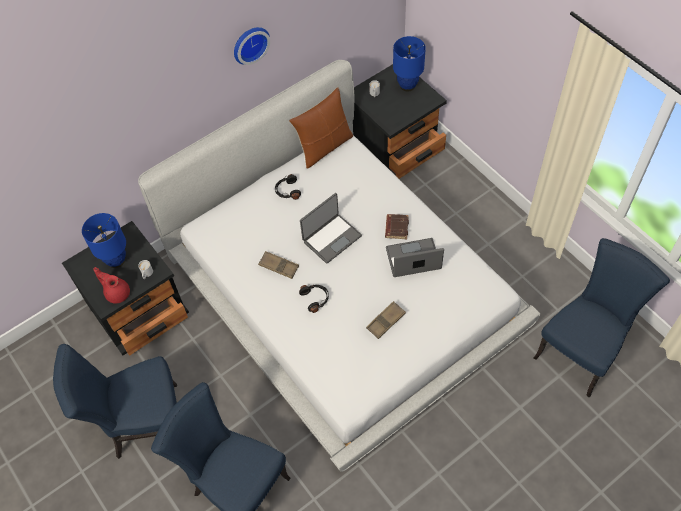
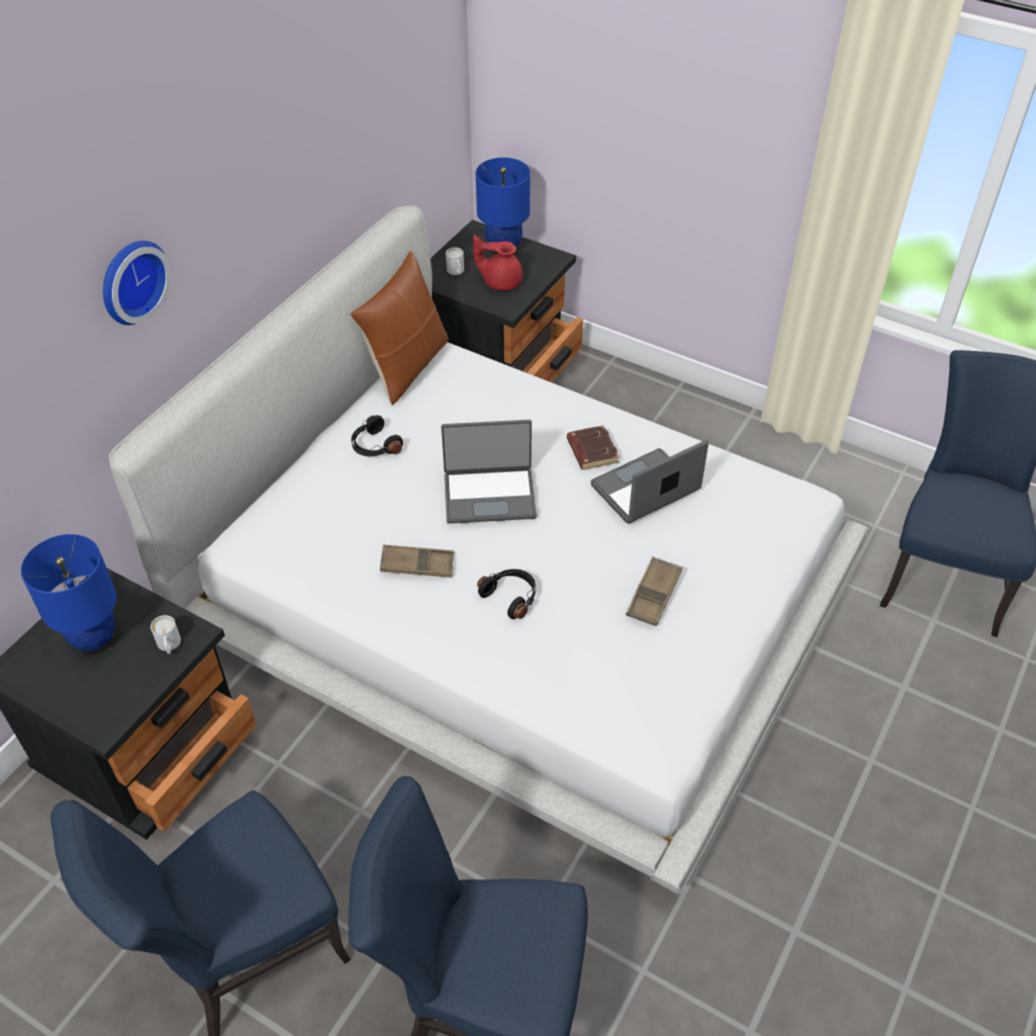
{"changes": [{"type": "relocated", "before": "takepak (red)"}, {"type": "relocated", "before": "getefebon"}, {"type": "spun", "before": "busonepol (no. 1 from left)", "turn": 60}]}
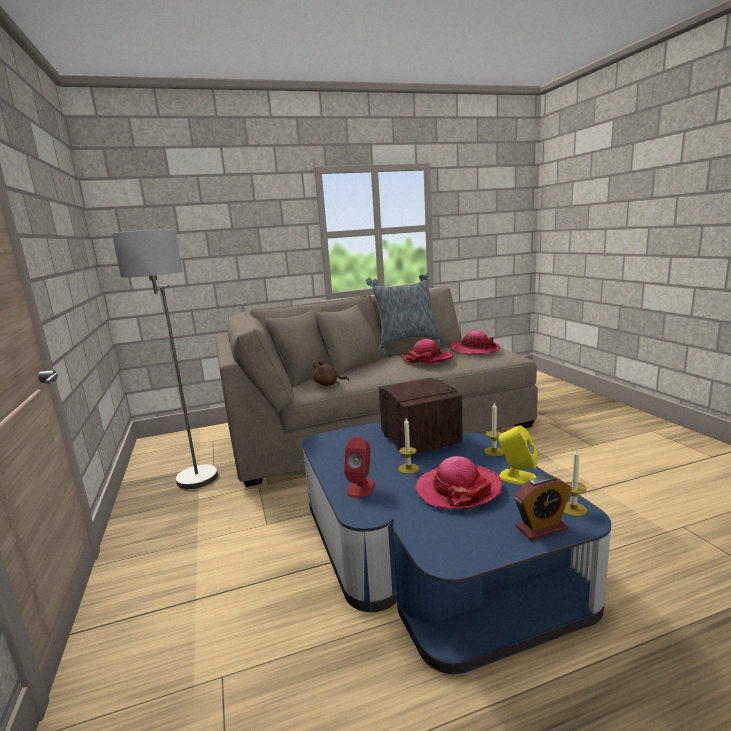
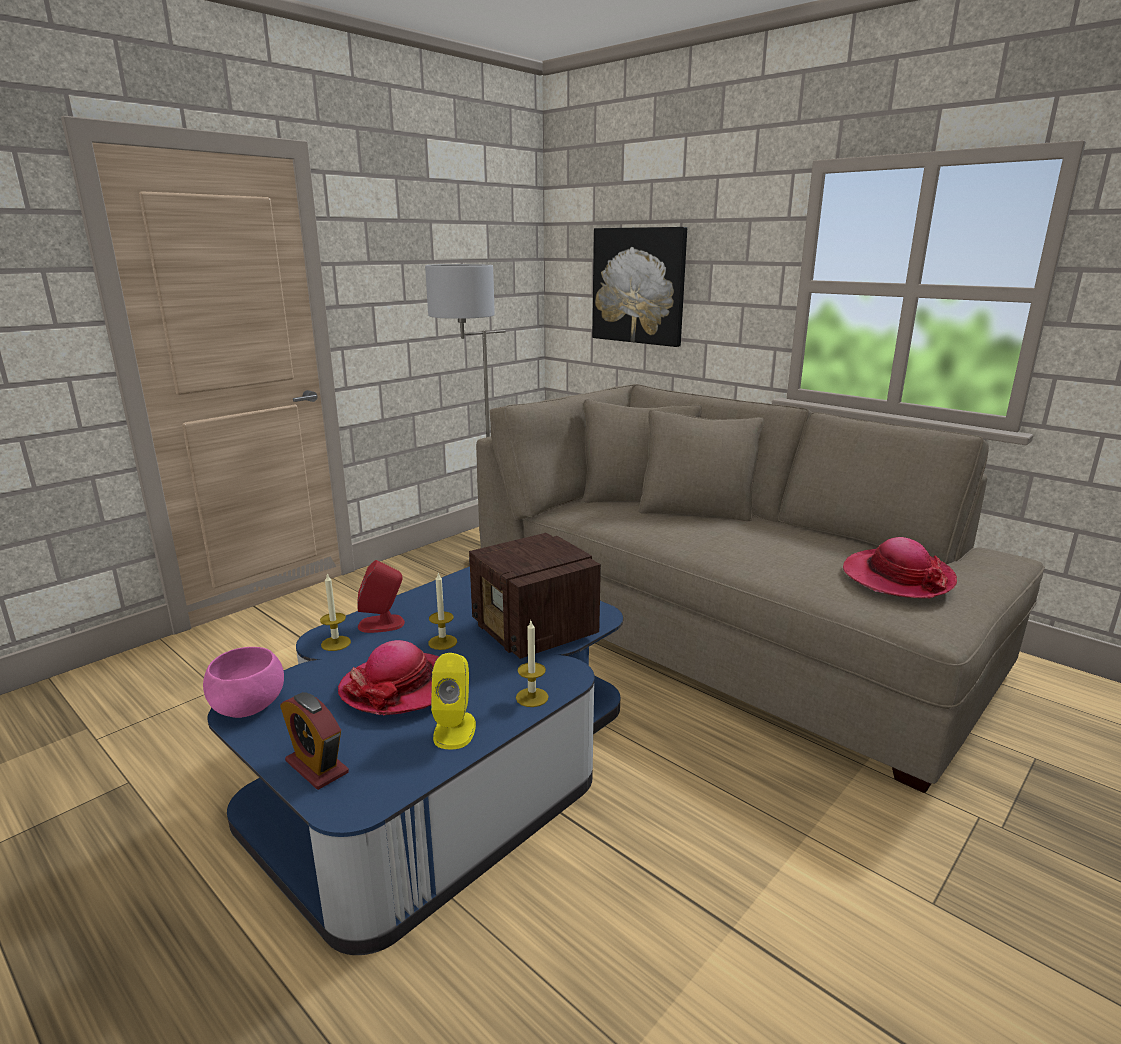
{"changes": [{"type": "missing", "before": "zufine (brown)"}, {"type": "missing", "before": "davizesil"}, {"type": "missing", "before": "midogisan (no. 1 from left)"}, {"type": "appeared", "after": "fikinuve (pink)"}, {"type": "appeared", "after": "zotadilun"}, {"type": "relocated", "before": "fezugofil (no. 3 from left in the first image)", "after": "fezugofil (no. 1 from left)"}, {"type": "spun", "before": "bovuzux", "turn": 105}]}
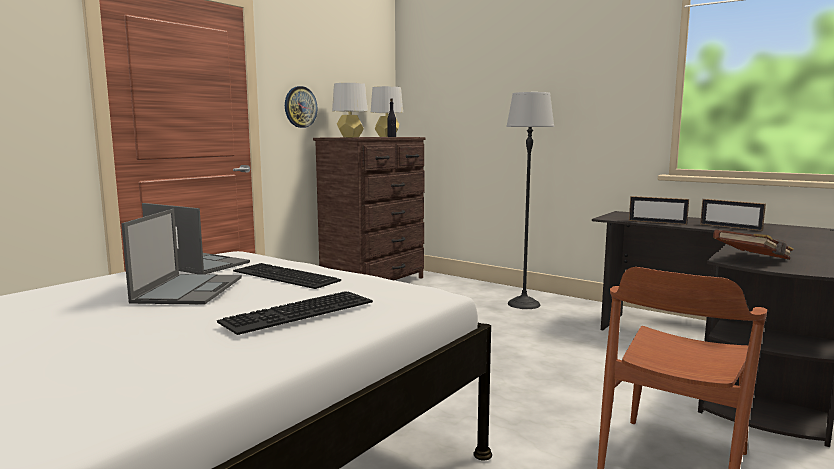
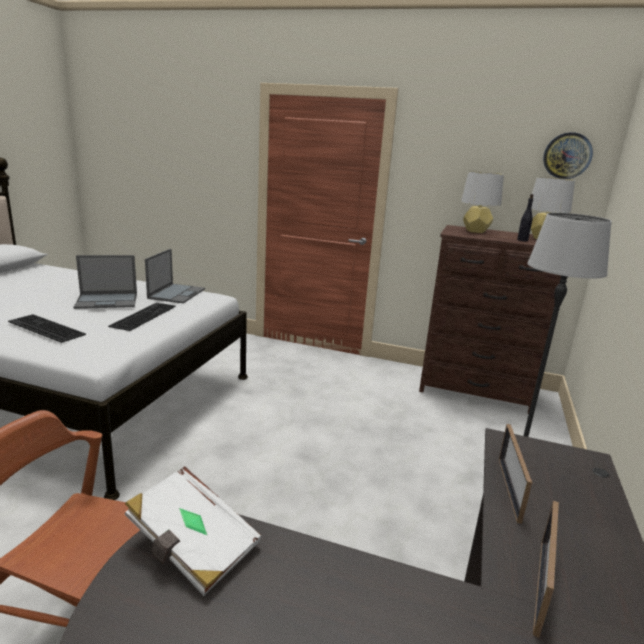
{"changes": [{"type": "relocated", "before": "getefebon"}, {"type": "colour", "before": "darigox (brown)", "after": "darigox (white)"}]}
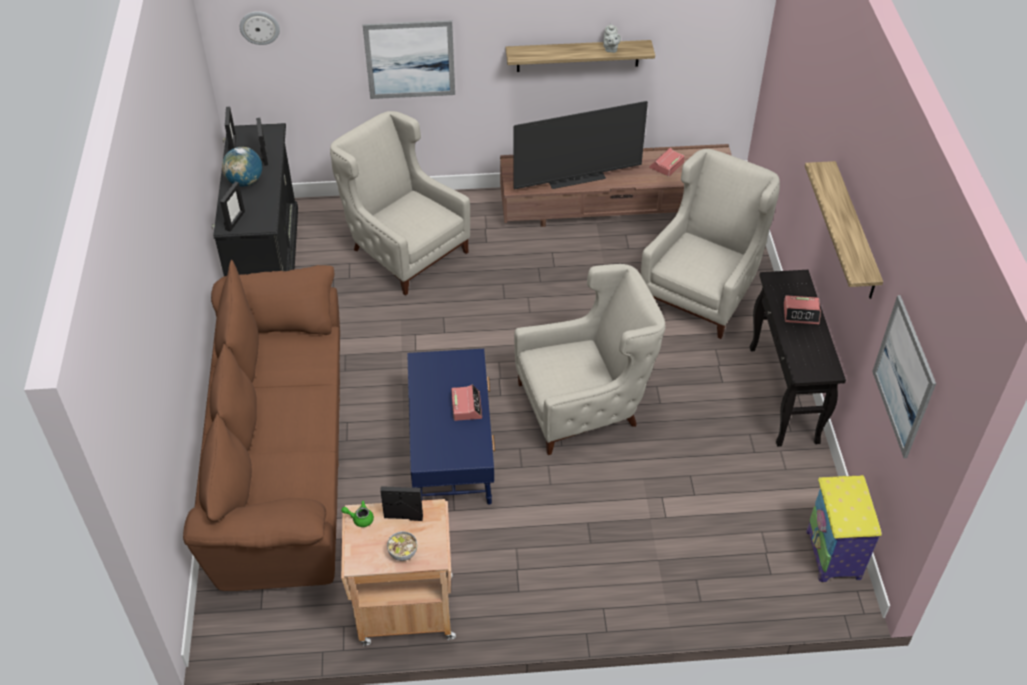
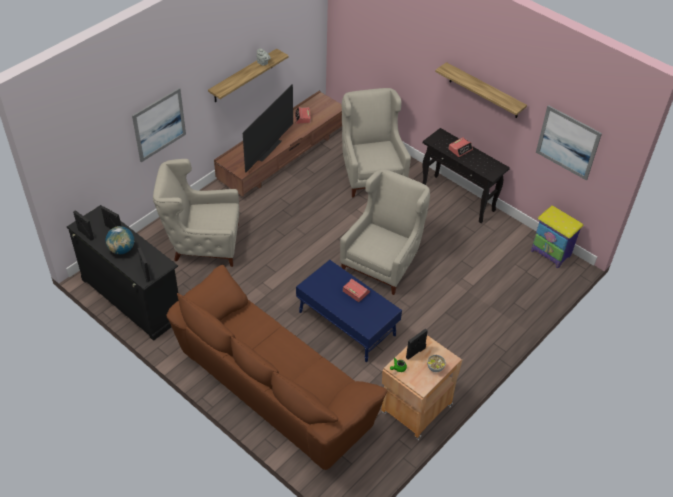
{"changes": [{"type": "missing", "before": "getefebon"}]}
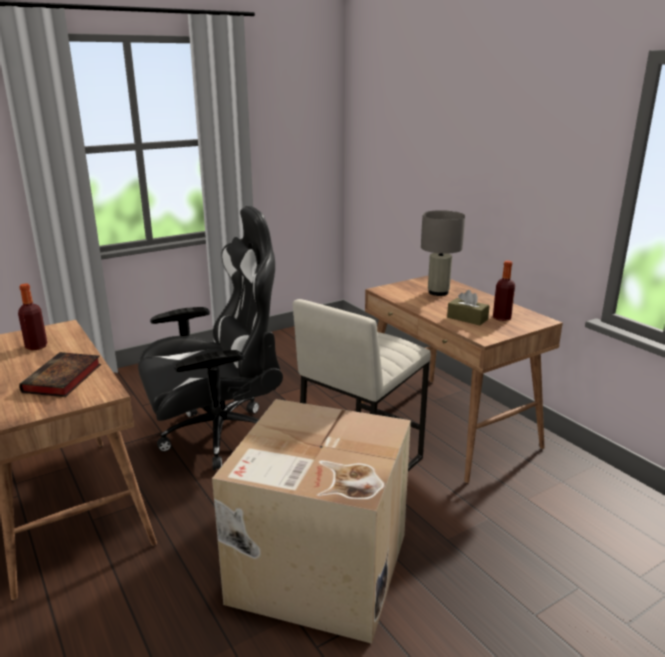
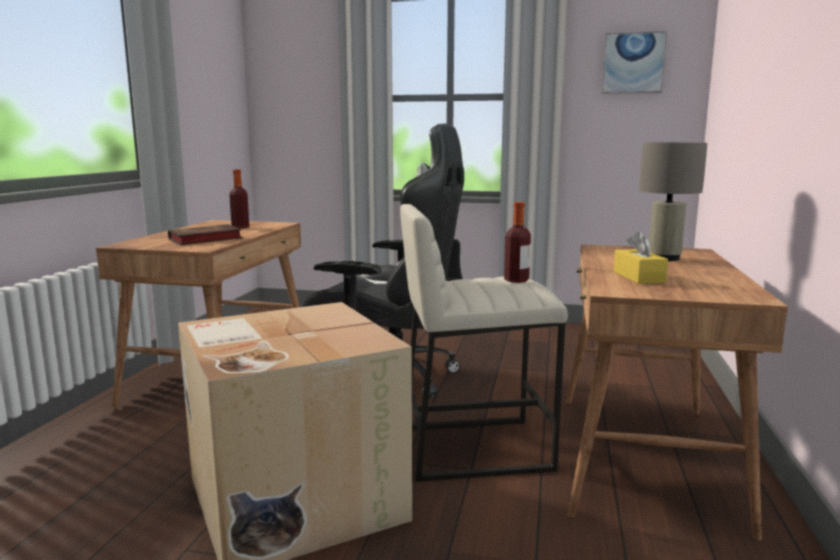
{"changes": [{"type": "appeared", "after": "zotadilun"}, {"type": "relocated", "before": "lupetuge (no. 2 from left)"}, {"type": "colour", "before": "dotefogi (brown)", "after": "dotefogi (yellow)"}]}
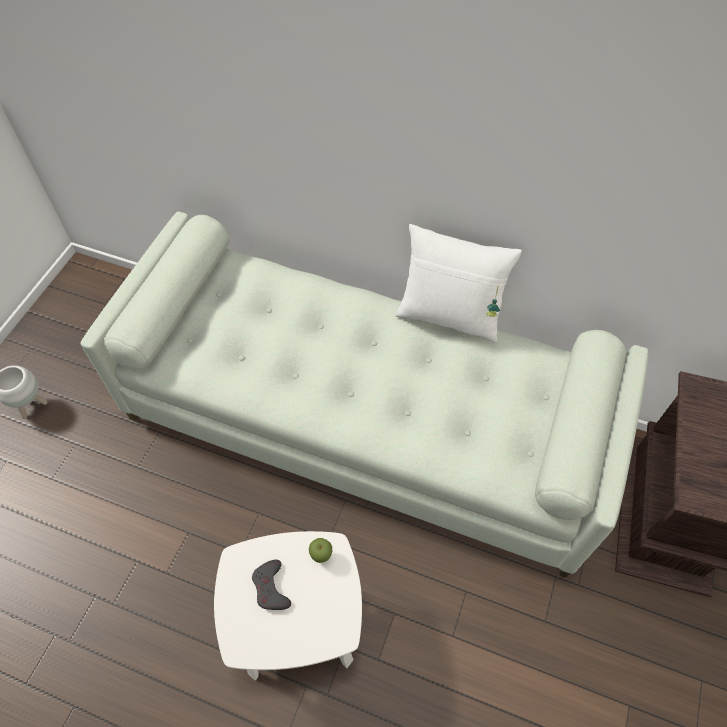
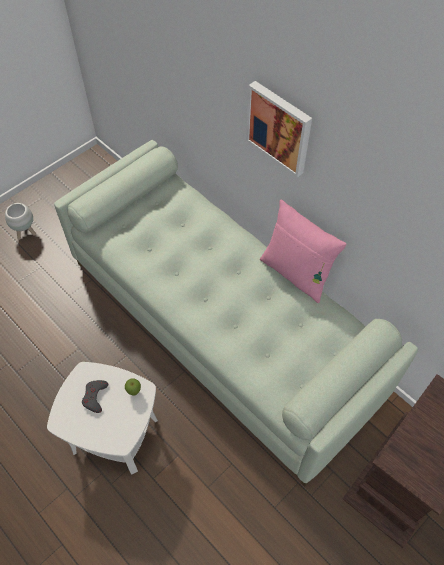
{"changes": [{"type": "appeared", "after": "zotadilun"}, {"type": "colour", "before": "davizesil (white)", "after": "davizesil (pink)"}]}
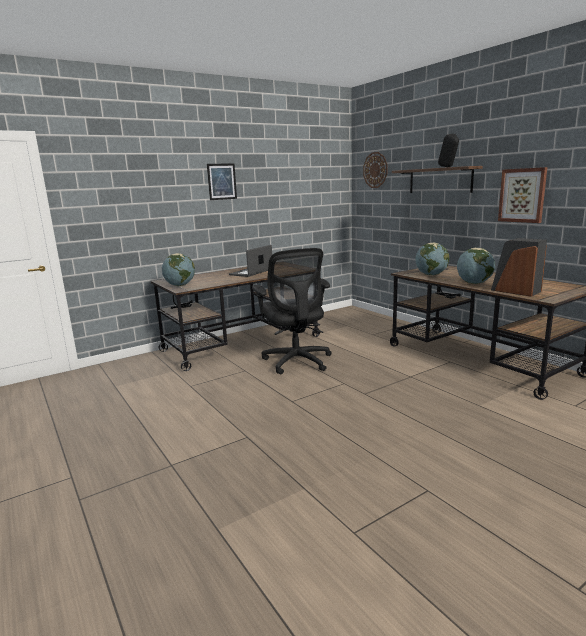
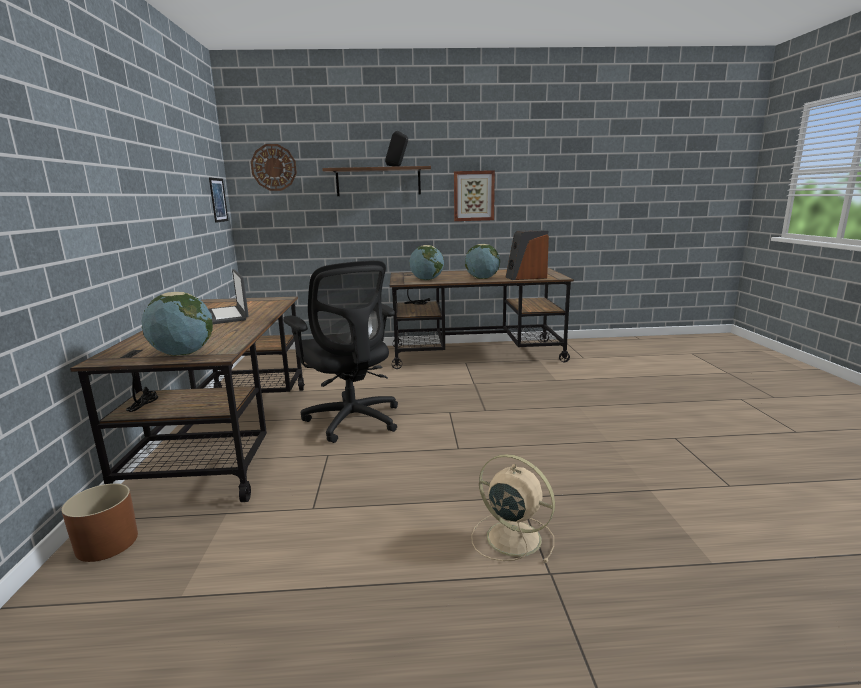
{"changes": [{"type": "appeared", "after": "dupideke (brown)"}, {"type": "appeared", "after": "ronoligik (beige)"}, {"type": "relocated", "before": "zotadilun (no. 1 from left)"}, {"type": "spun", "before": "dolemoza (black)", "turn": 45}]}
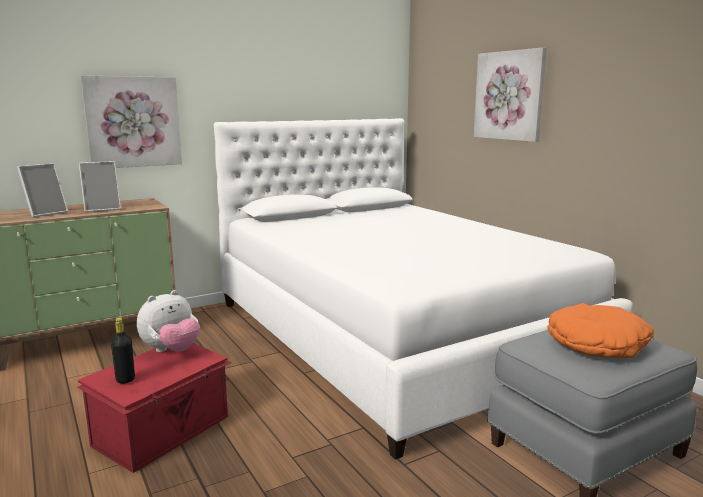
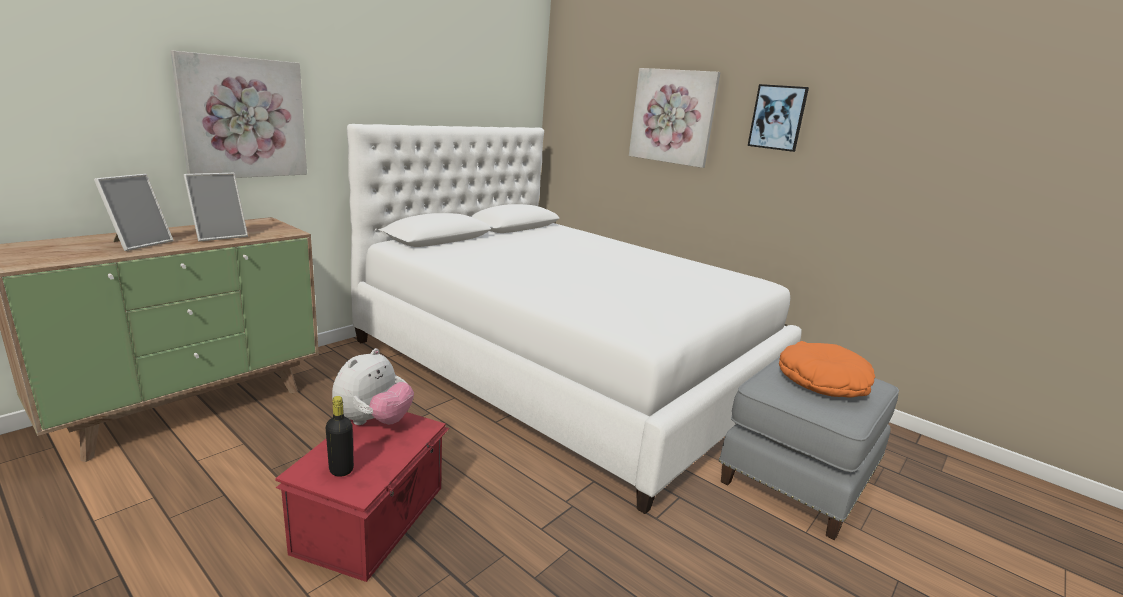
{"changes": [{"type": "appeared", "after": "zotadilun (no. 3 from left)"}]}
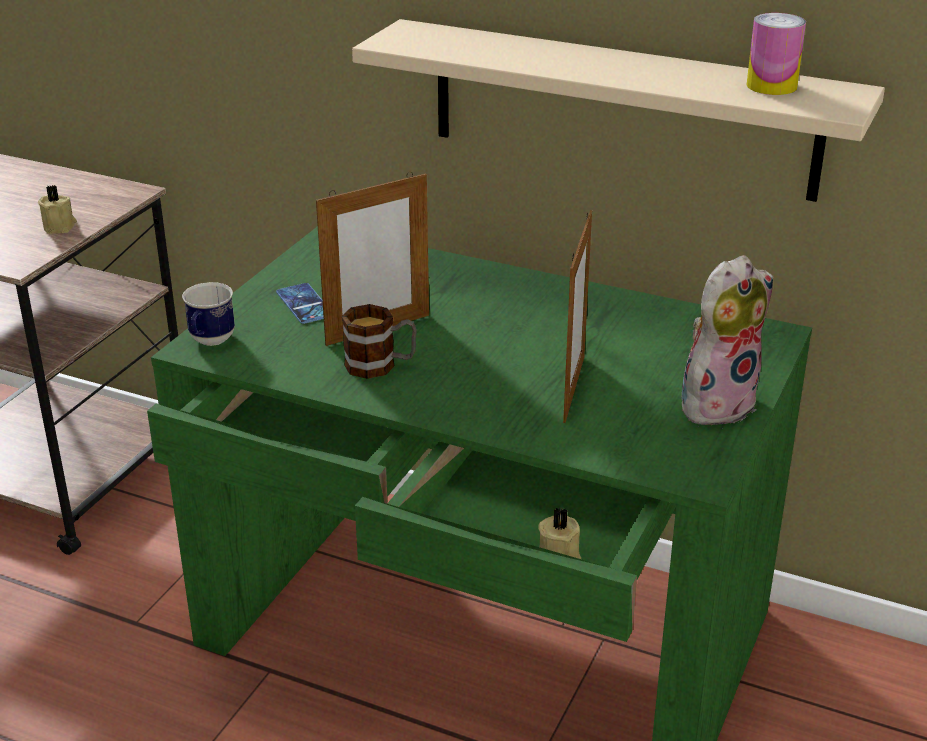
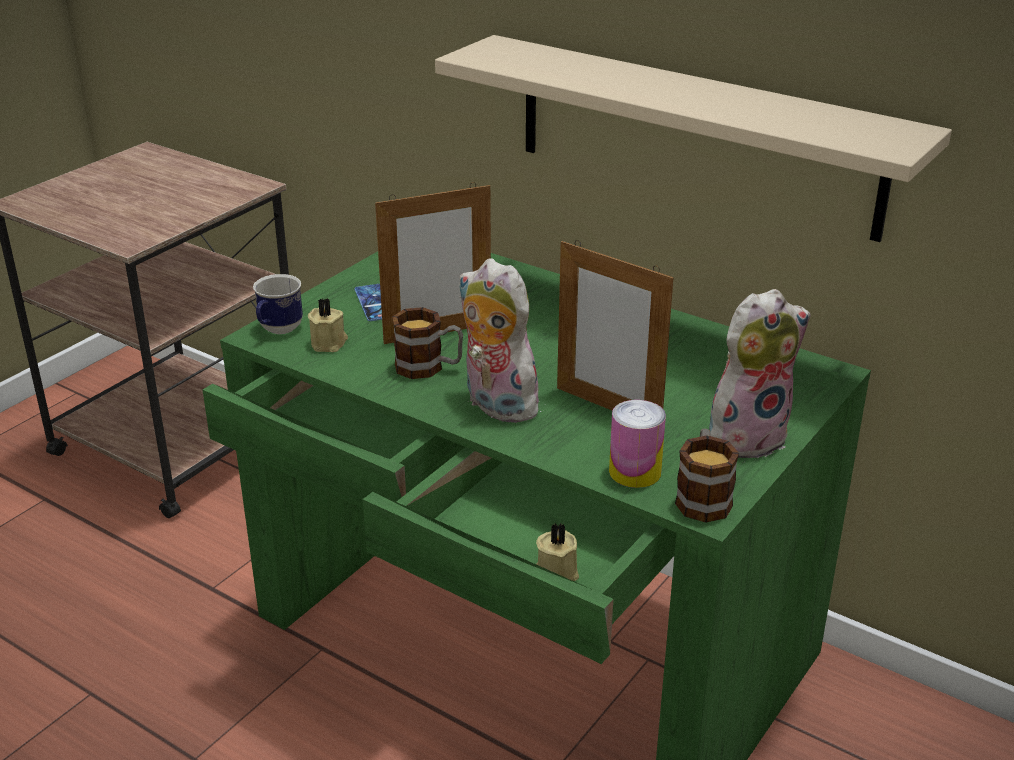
{"changes": [{"type": "appeared", "after": "zufine (no. 1 from left)"}, {"type": "appeared", "after": "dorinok (no. 3 from left)"}, {"type": "relocated", "before": "fezugofil (beige) (no. 1 from left)"}, {"type": "relocated", "before": "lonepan"}, {"type": "spun", "before": "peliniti (no. 2 from left)", "turn": 105}]}
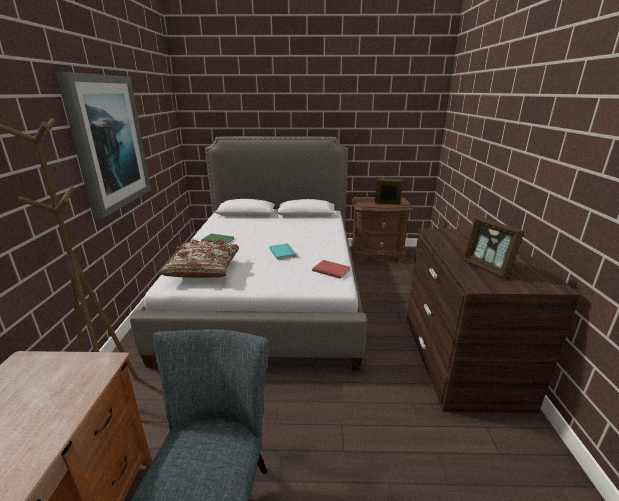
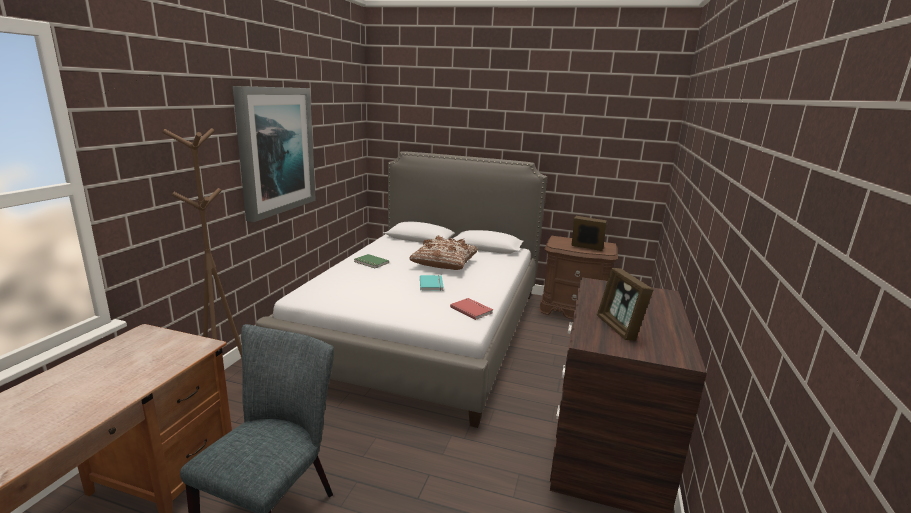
{"changes": [{"type": "relocated", "before": "davizesil (brown)"}]}
